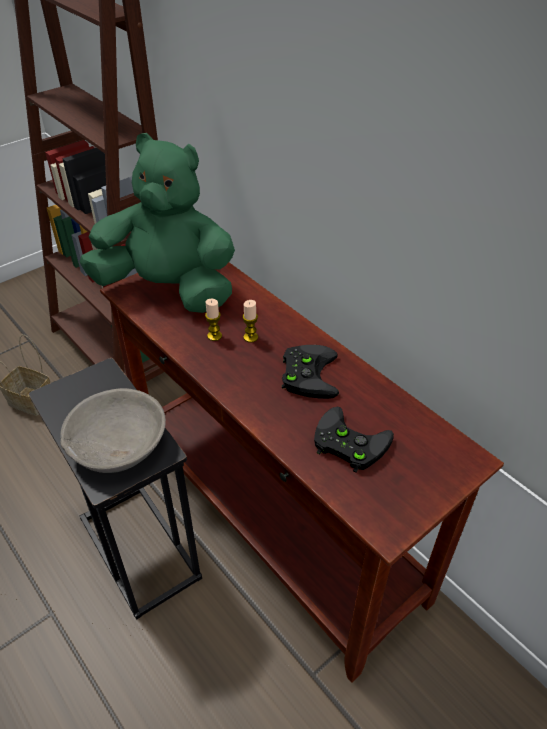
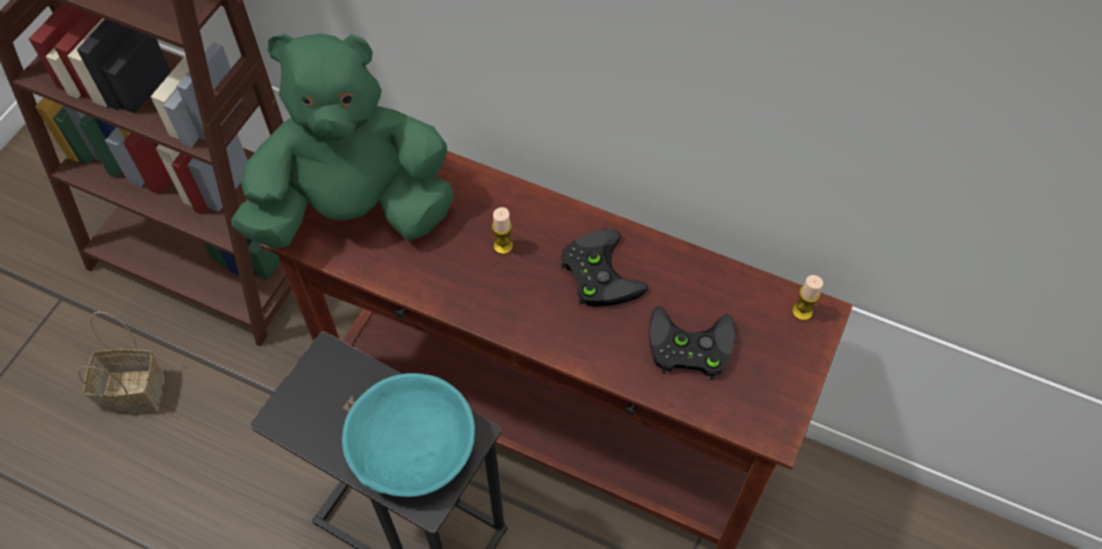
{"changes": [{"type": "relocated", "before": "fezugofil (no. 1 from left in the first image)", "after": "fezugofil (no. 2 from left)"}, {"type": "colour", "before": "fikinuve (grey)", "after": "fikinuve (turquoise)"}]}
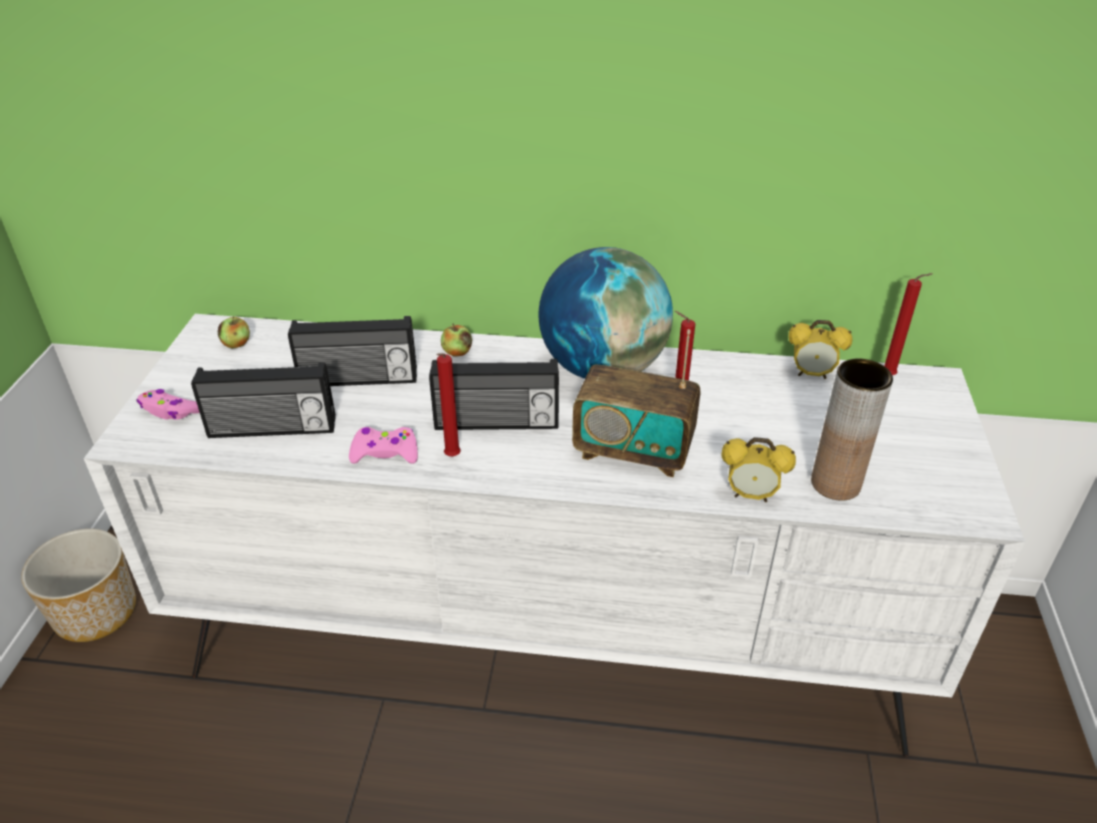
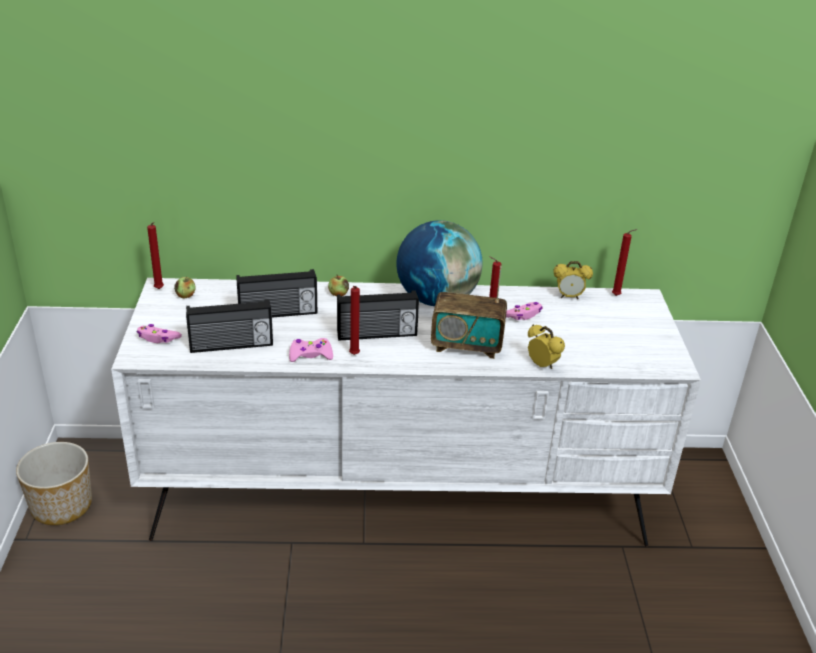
{"changes": [{"type": "missing", "before": "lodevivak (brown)"}, {"type": "appeared", "after": "fezugofil (red) (no. 1 from left)"}, {"type": "appeared", "after": "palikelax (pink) (no. 3 from left)"}, {"type": "spun", "before": "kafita (no. 1 from left)", "turn": -135}]}
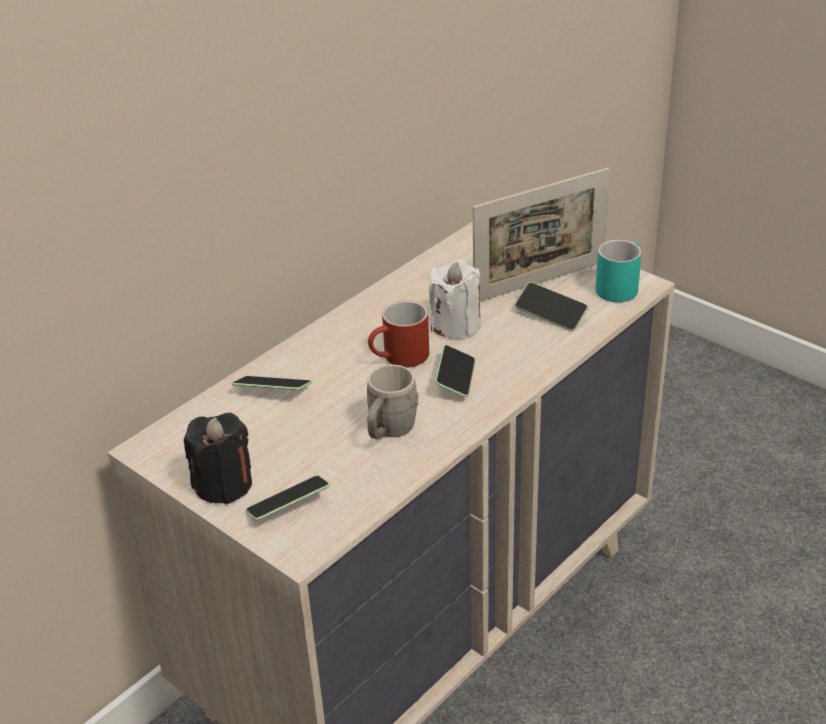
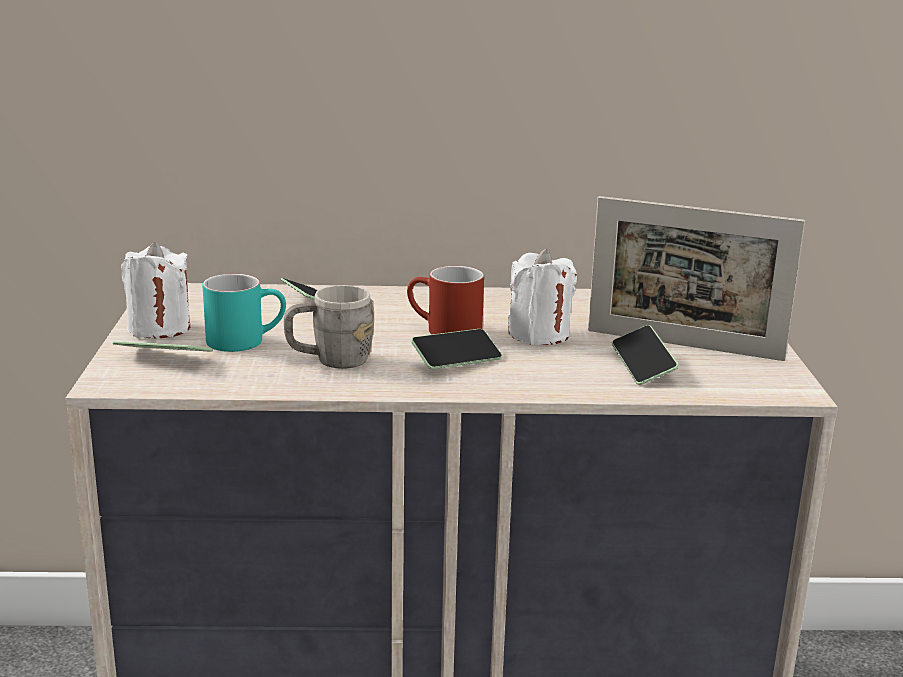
{"changes": [{"type": "relocated", "before": "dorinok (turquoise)"}, {"type": "colour", "before": "fezugofil (black)", "after": "fezugofil (white) (no. 1 from left)"}]}
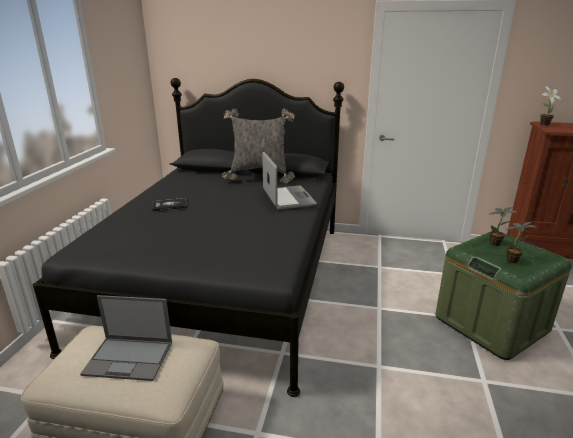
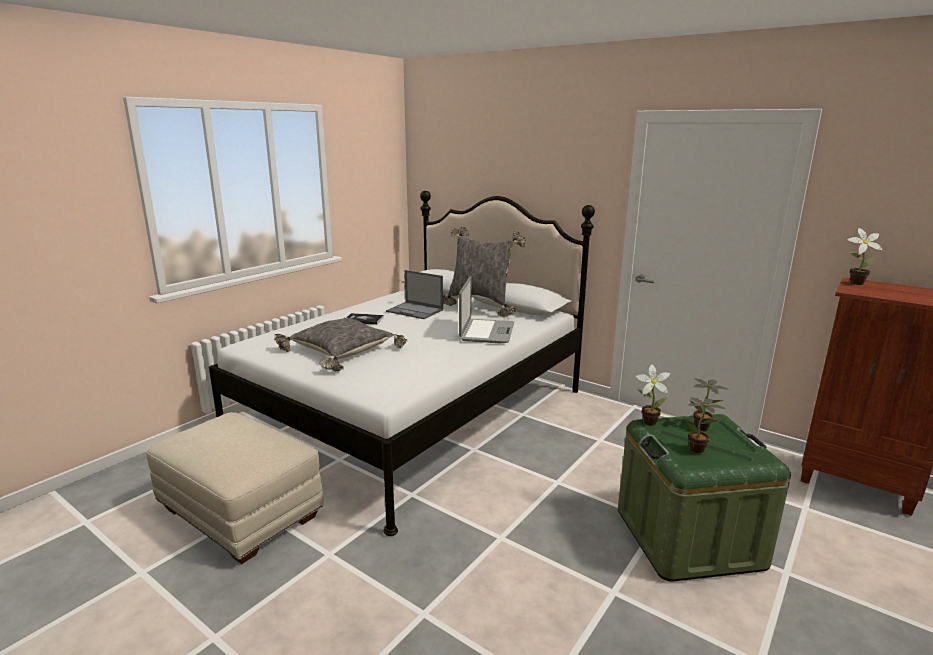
{"changes": [{"type": "appeared", "after": "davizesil (no. 1 from left)"}, {"type": "appeared", "after": "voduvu (no. 1 from left)"}, {"type": "relocated", "before": "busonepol (no. 1 from left)"}, {"type": "colour", "before": "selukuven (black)", "after": "selukuven (white)"}]}
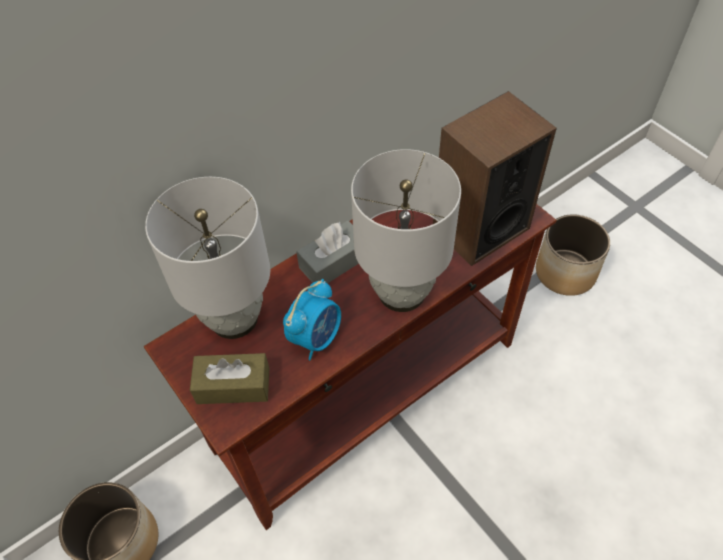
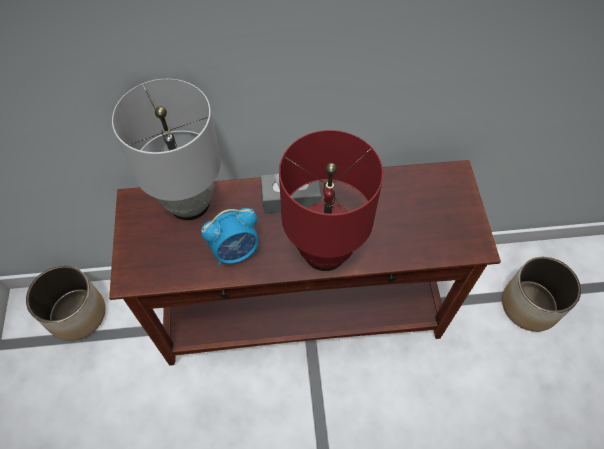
{"changes": [{"type": "missing", "before": "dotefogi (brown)"}, {"type": "missing", "before": "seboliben"}, {"type": "colour", "before": "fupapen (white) (no. 2 from left)", "after": "fupapen (red)"}]}
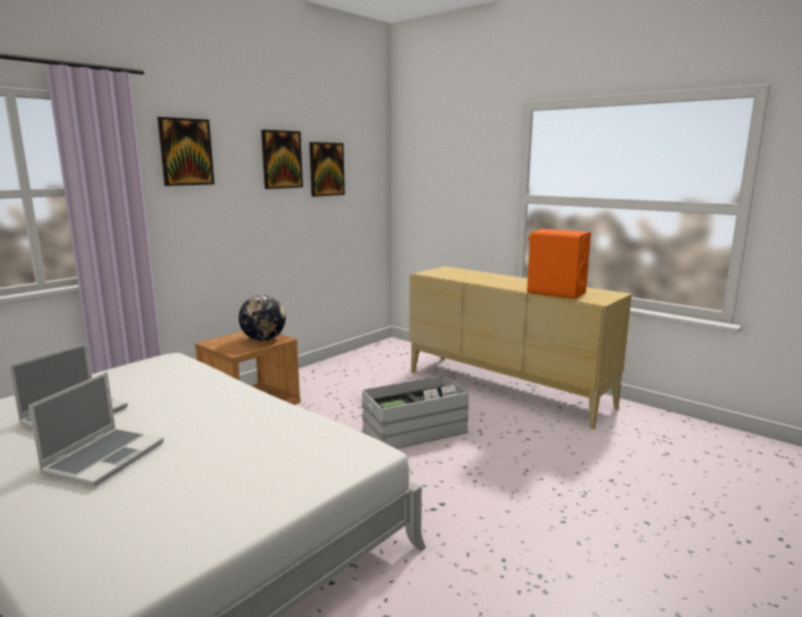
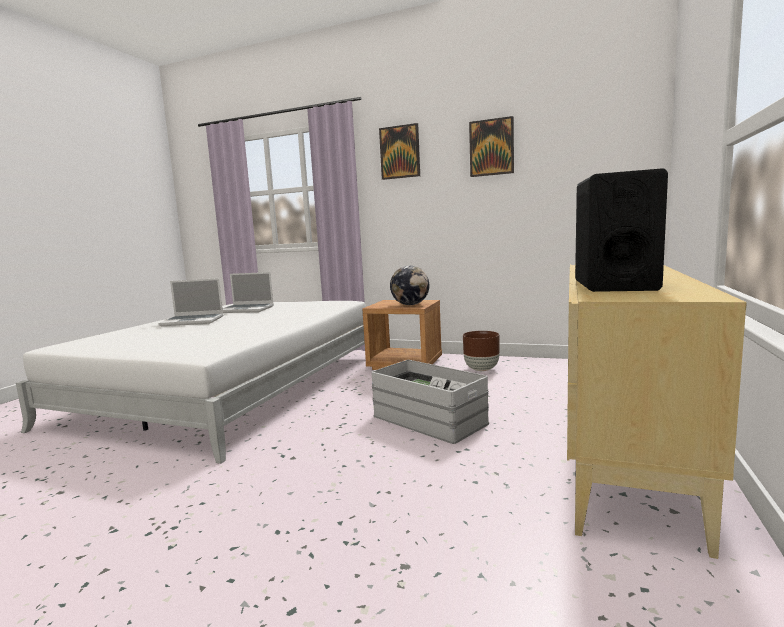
{"changes": [{"type": "missing", "before": "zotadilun (no. 3 from left)"}, {"type": "appeared", "after": "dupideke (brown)"}, {"type": "colour", "before": "seboliben (orange)", "after": "seboliben (black)"}]}
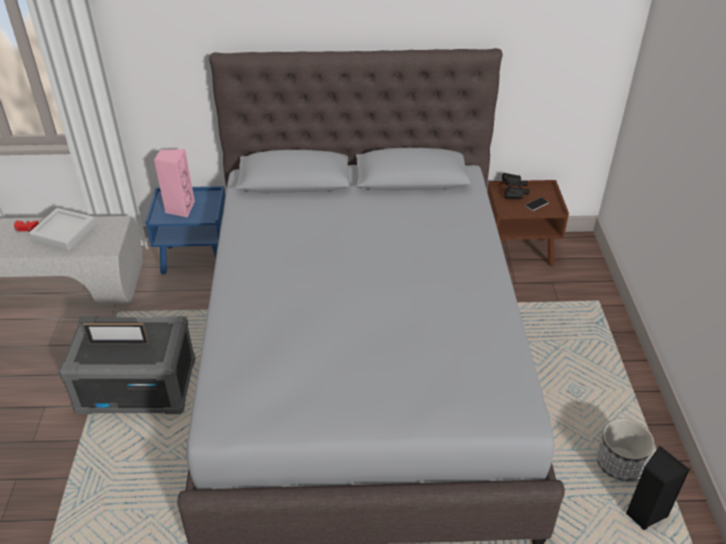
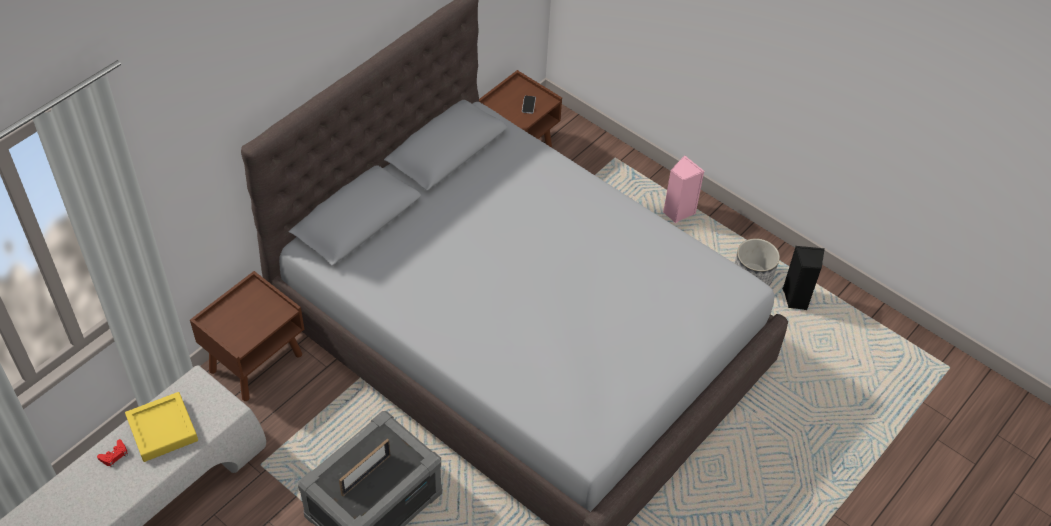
{"changes": [{"type": "missing", "before": "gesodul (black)"}, {"type": "relocated", "before": "seboliben (pink)"}, {"type": "colour", "before": "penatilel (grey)", "after": "penatilel (yellow)"}, {"type": "colour", "before": "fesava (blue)", "after": "fesava (brown) (no. 1 from left)"}]}
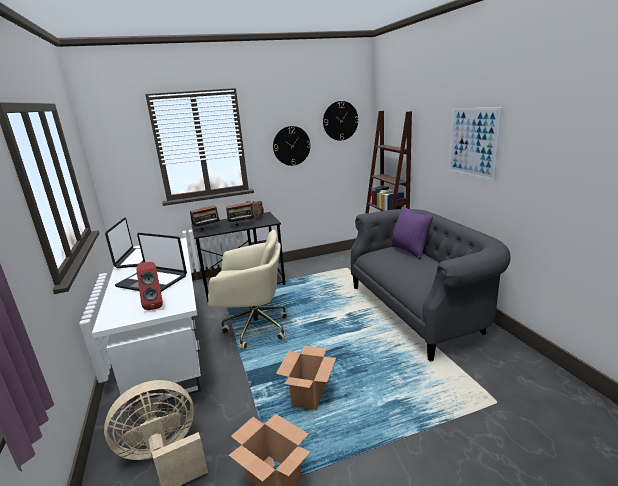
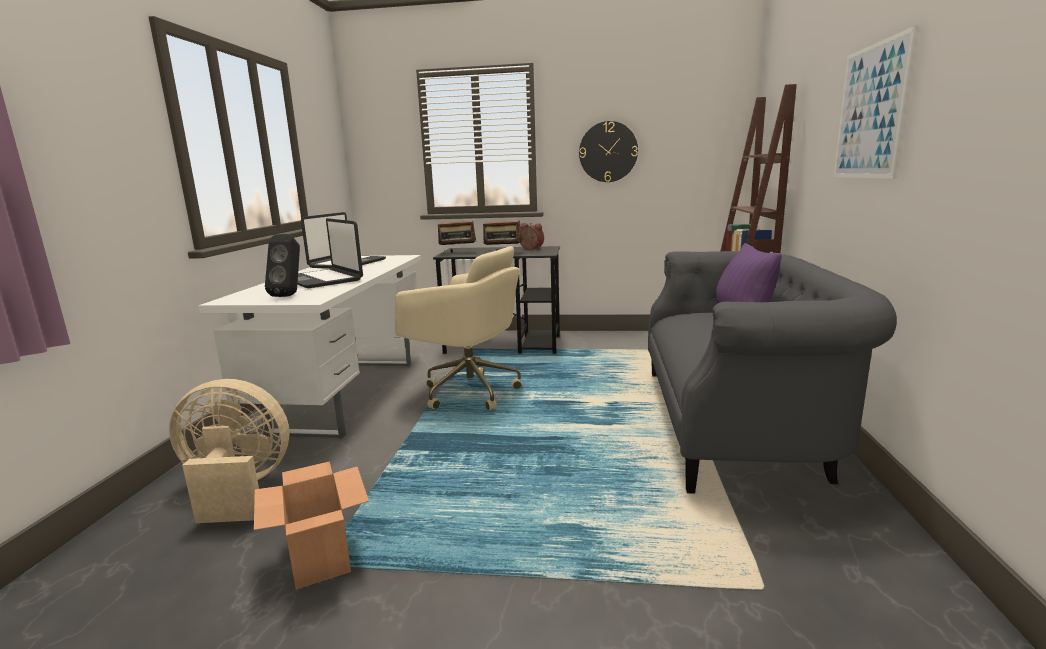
{"changes": [{"type": "missing", "before": "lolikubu (no. 2 from left)"}, {"type": "missing", "before": "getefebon (no. 2 from left)"}, {"type": "colour", "before": "seboliben (red)", "after": "seboliben (black)"}]}
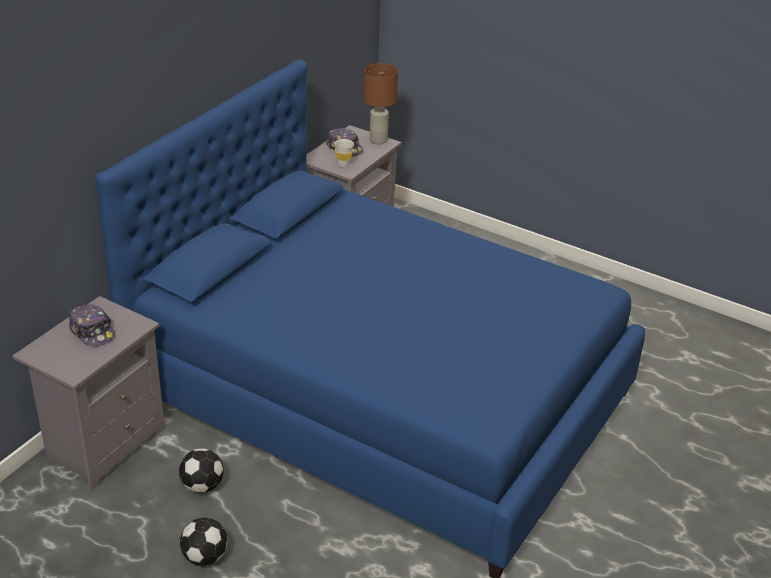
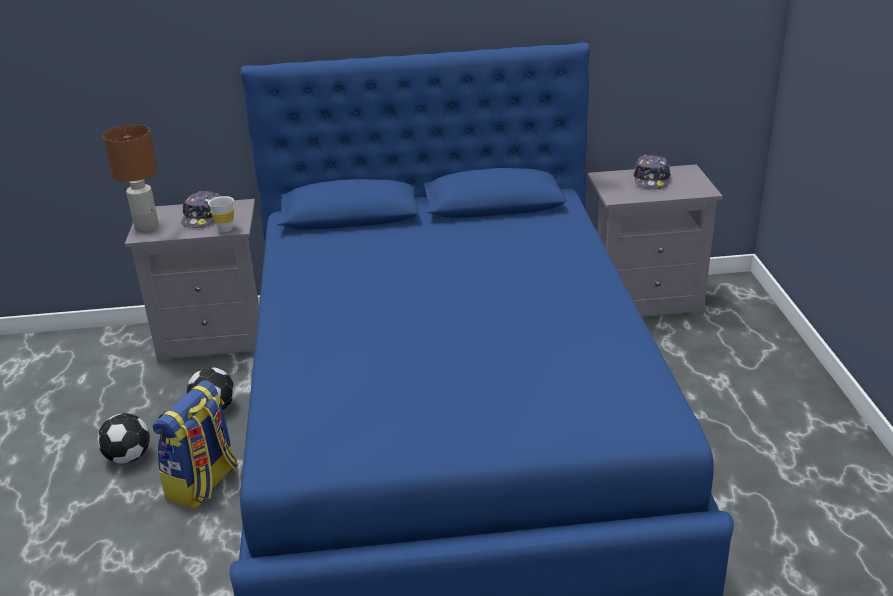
{"changes": [{"type": "appeared", "after": "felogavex"}, {"type": "relocated", "before": "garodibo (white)"}, {"type": "relocated", "before": "fupapen (brown)"}]}
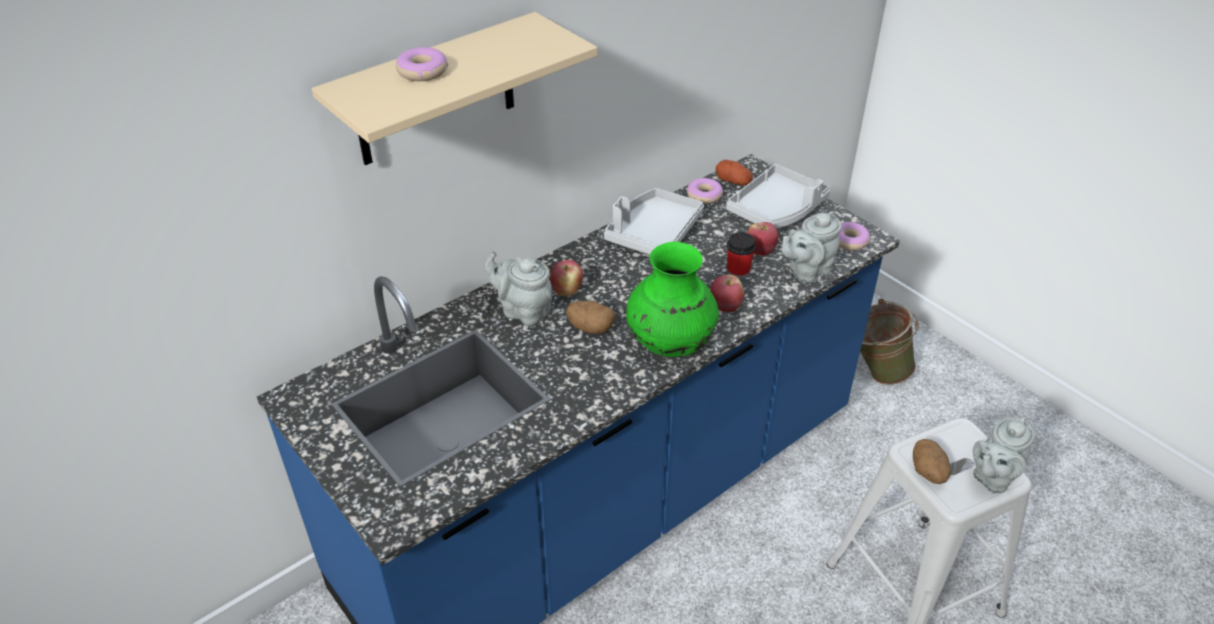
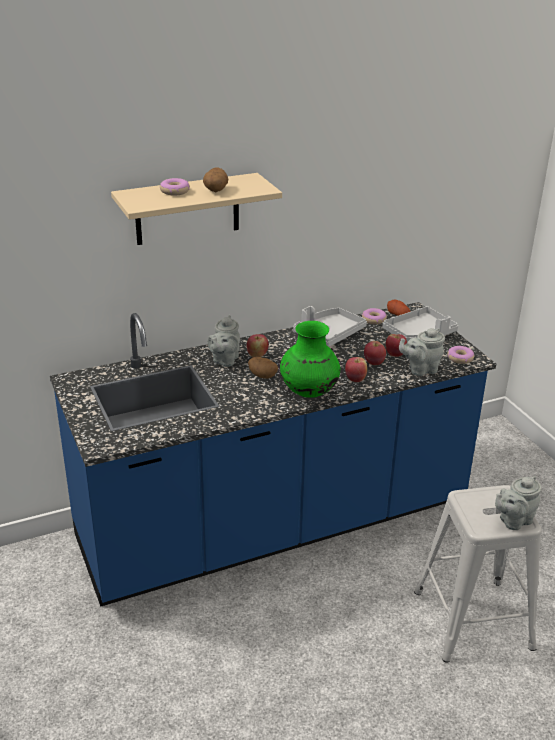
{"changes": [{"type": "missing", "before": "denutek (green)"}, {"type": "relocated", "before": "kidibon (no. 3 from left in the first image)", "after": "kidibon (no. 1 from left)"}, {"type": "exchanged", "before": "garodibo", "after": "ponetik (no. 3 from left)"}, {"type": "spun", "before": "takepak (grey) (no. 1 from left)", "turn": -120}]}
